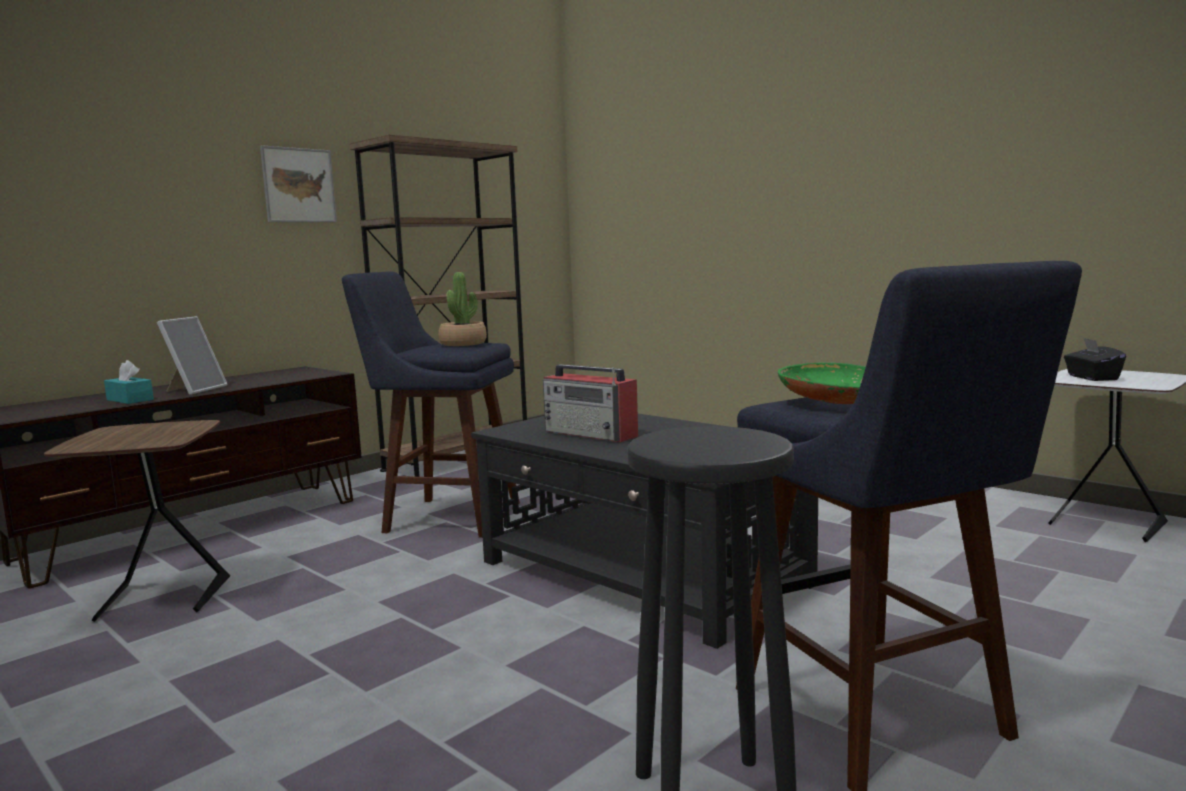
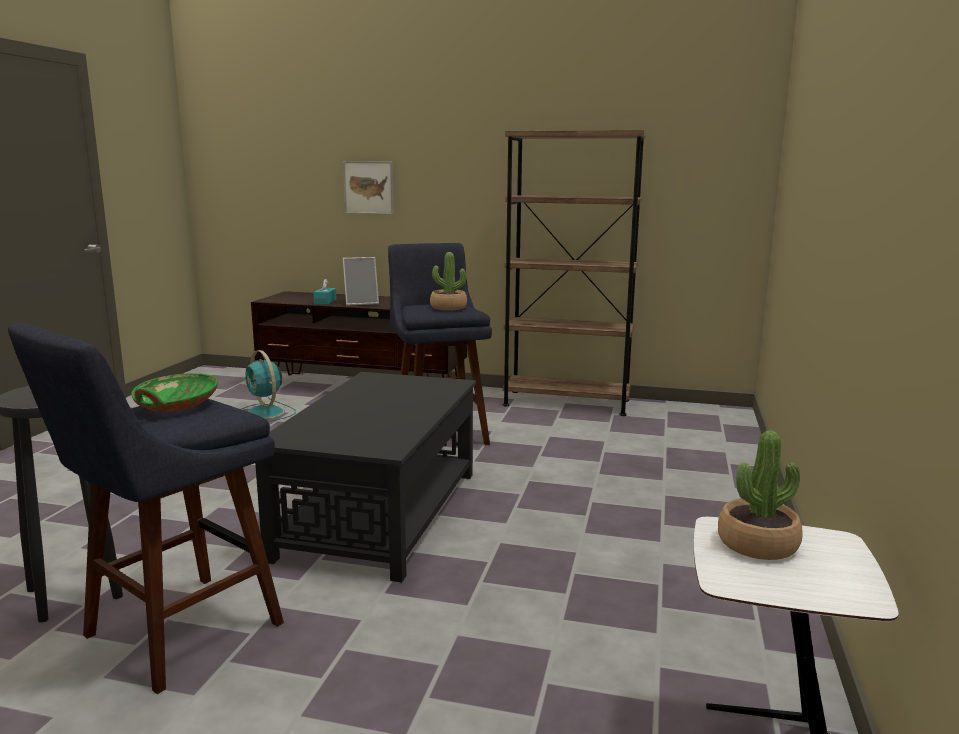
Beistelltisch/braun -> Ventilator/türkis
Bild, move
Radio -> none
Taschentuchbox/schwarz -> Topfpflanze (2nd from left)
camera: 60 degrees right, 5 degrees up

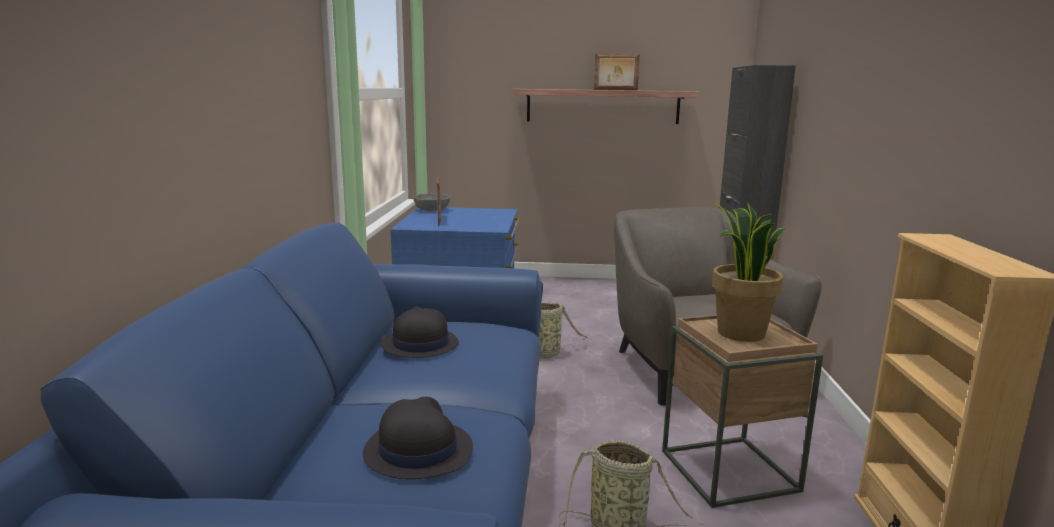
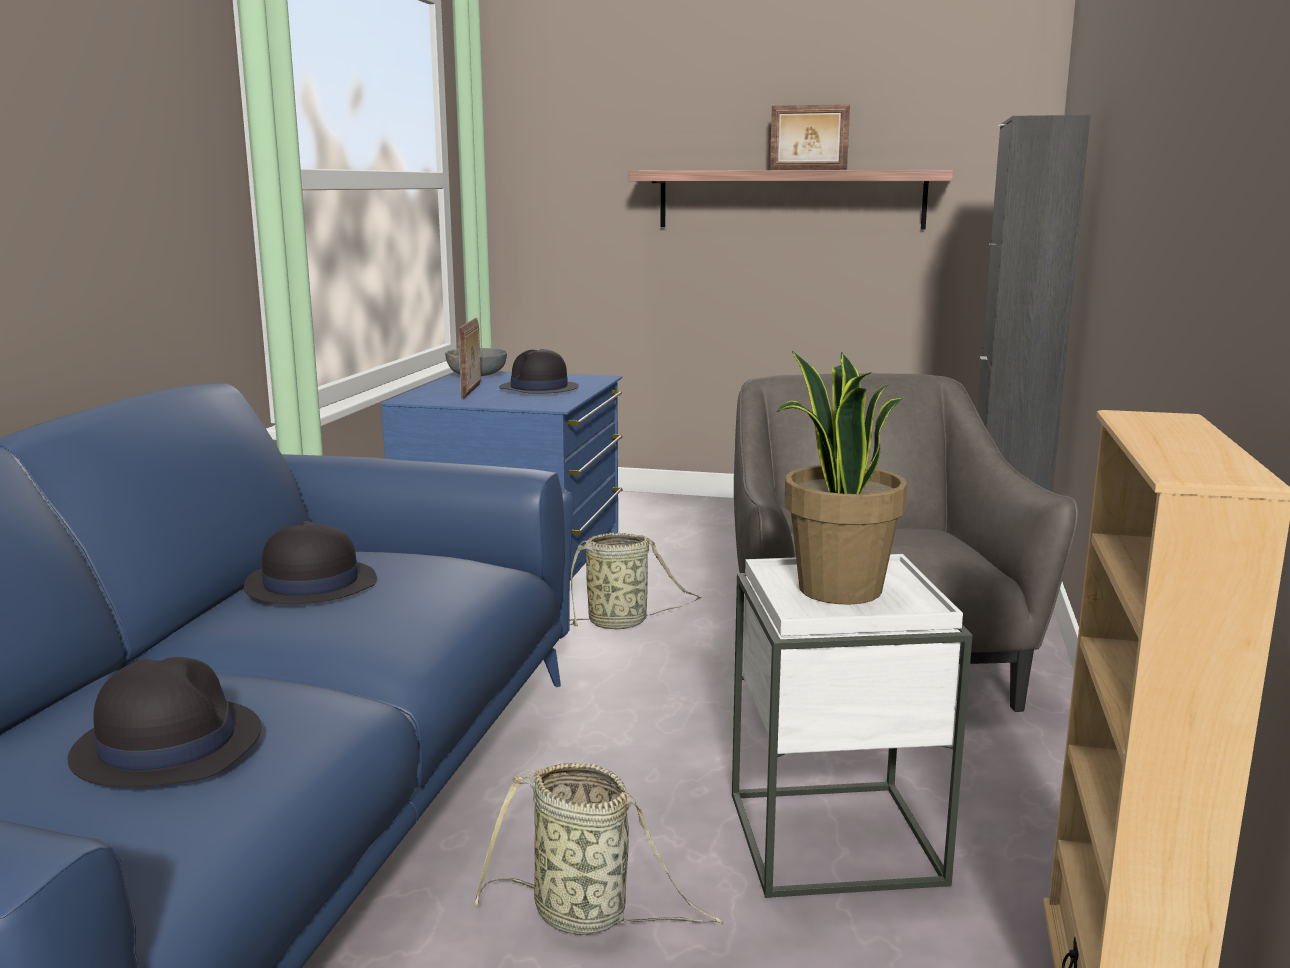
Beistelltisch/braun -> Beistelltisch/weiß
none -> Hut/schwarz (3rd from left)
camera: 10 degrees right, 0 degrees up

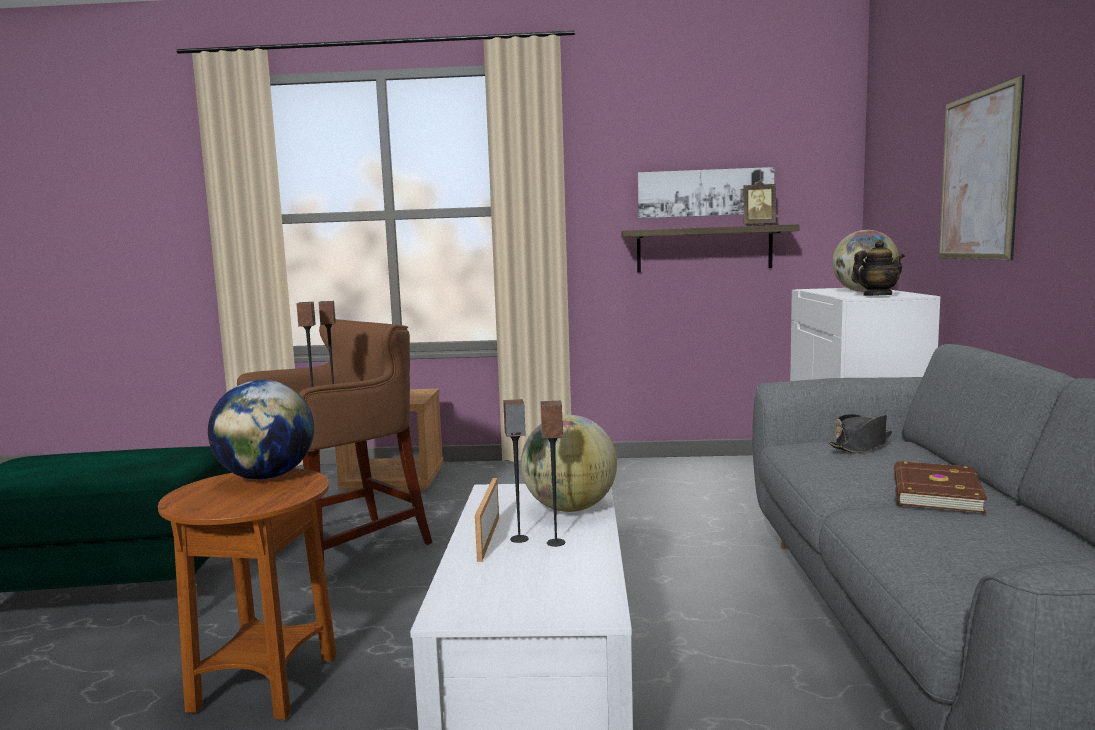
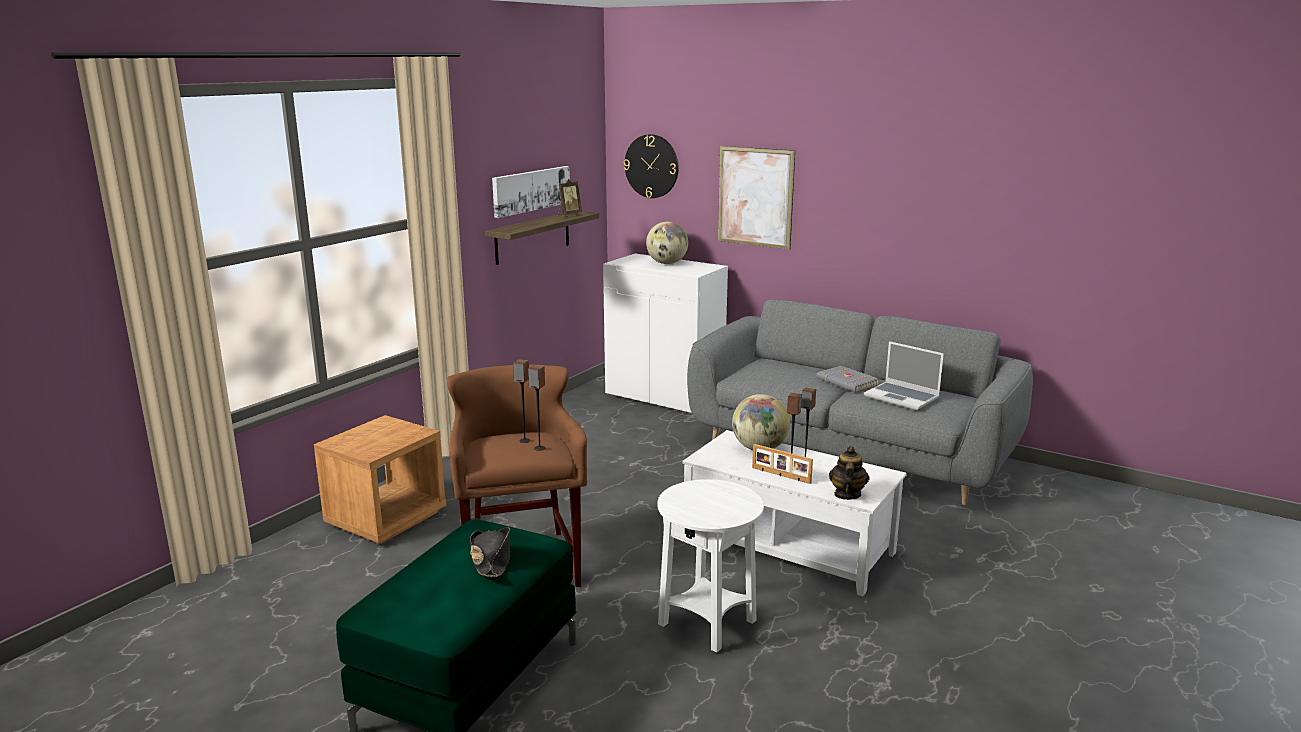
Beistelltisch/braun -> Beistelltisch/weiß
Globus (1st from left) -> none
Hut/schwarz, move
Teekanne, move
Buch/braun -> Buch/grau
none -> Wanduhr
none -> Laptop
camera: 60 degrees left, 10 degrees up

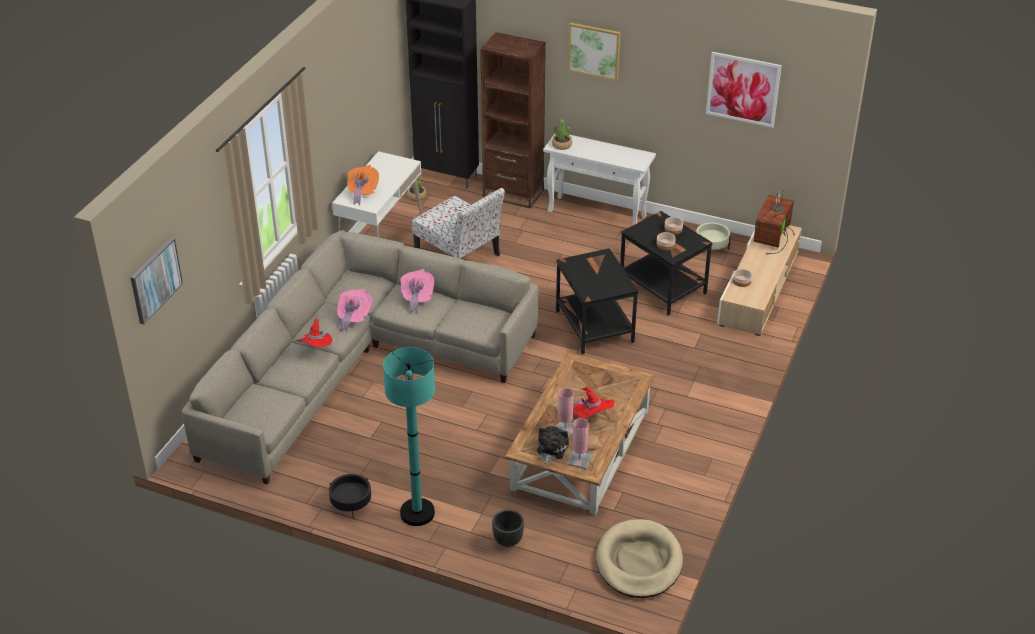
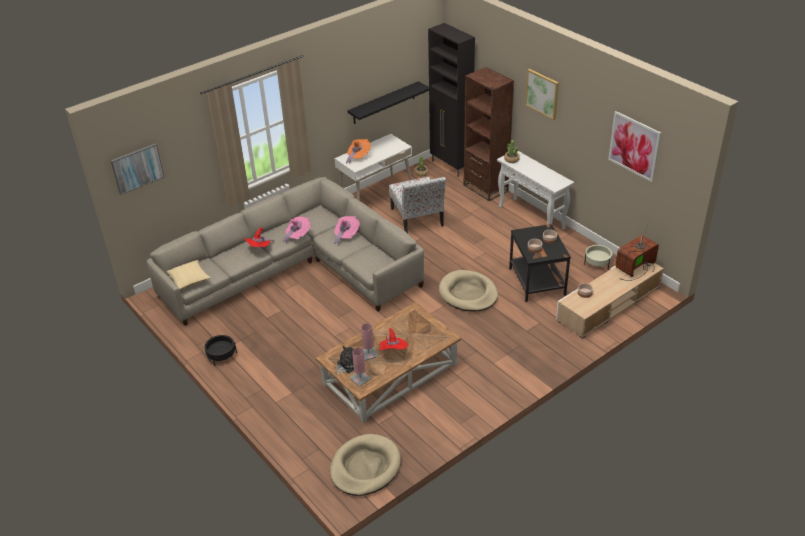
Stehlampe/türkis -> none
Pflanzkübel/schwarz (2nd from left) -> none
Beistelltisch/schwarz (1st from left) -> Hundebett/beige (2nd from left)
none -> Kissen
none -> Wandregal/schwarz
camera: 30 degrees right, 0 degrees up

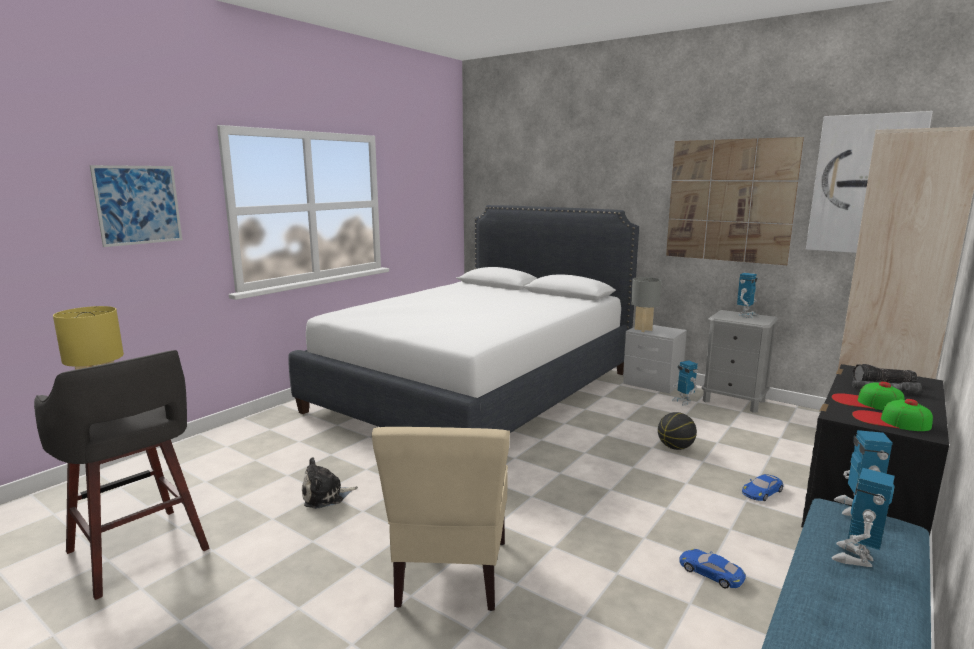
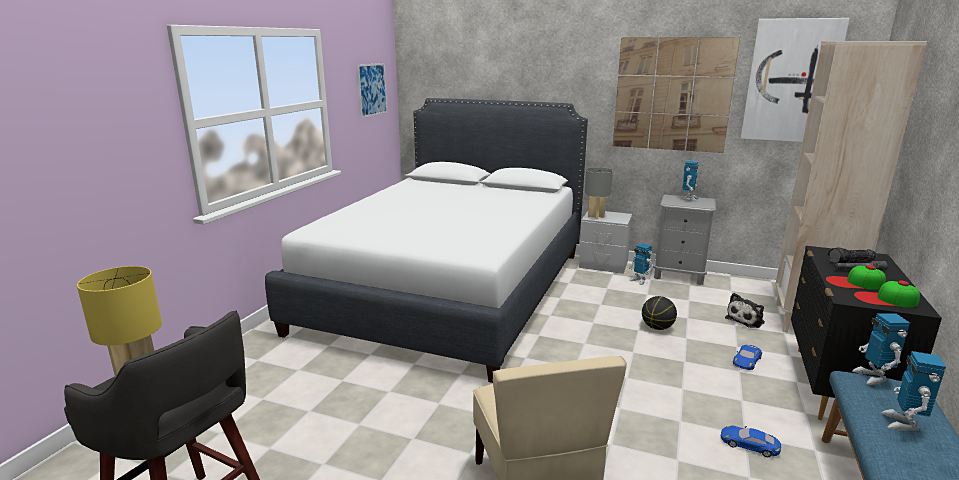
Bild (1st from left), move
Plüschtier, move
camera: 15 degrees left, 5 degrees up

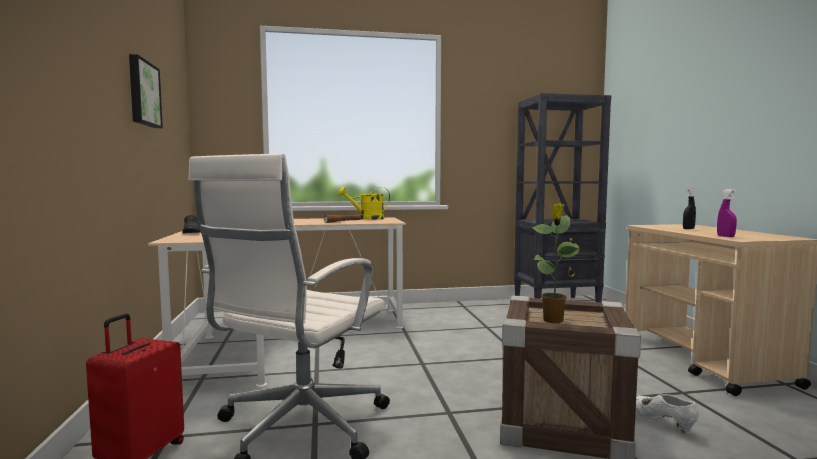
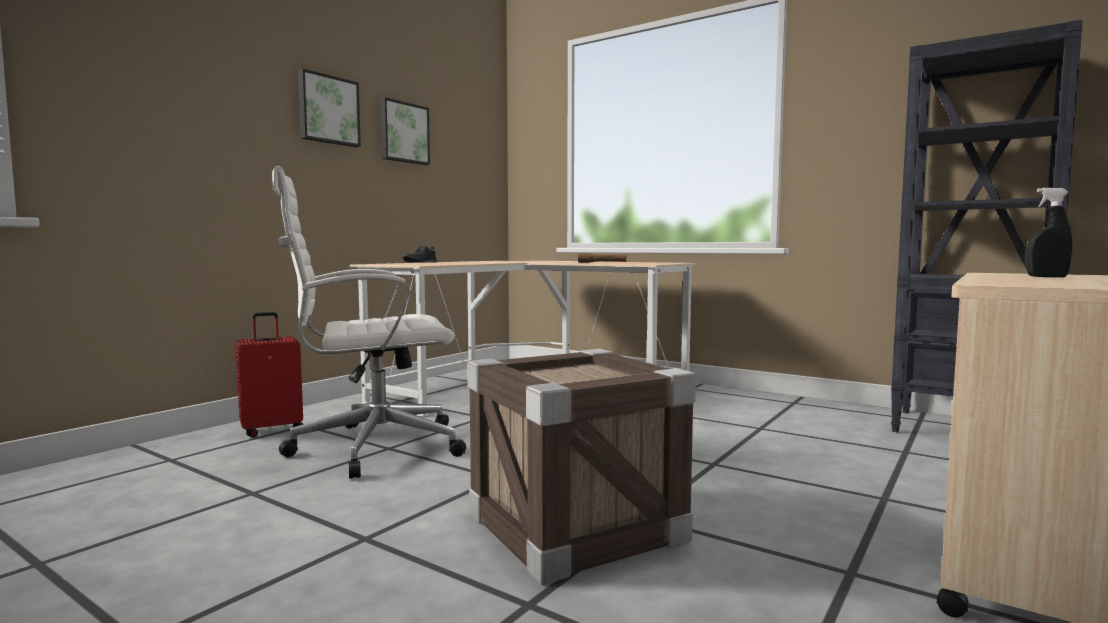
Gießkanne/gelb -> none
Topfpflanze -> none
Schuh/weiß -> none
Sprühflasche/lila -> none
none -> Bild (1st from left)
camera: 45 degrees right, 0 degrees up

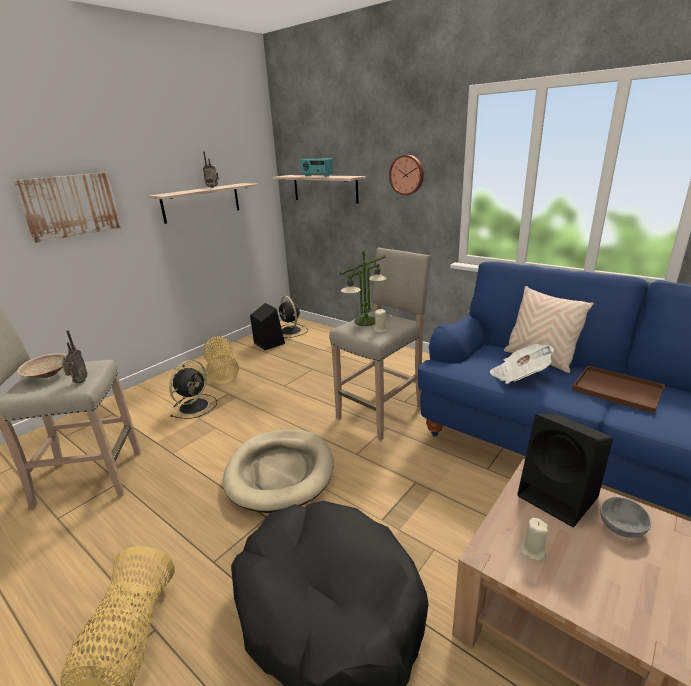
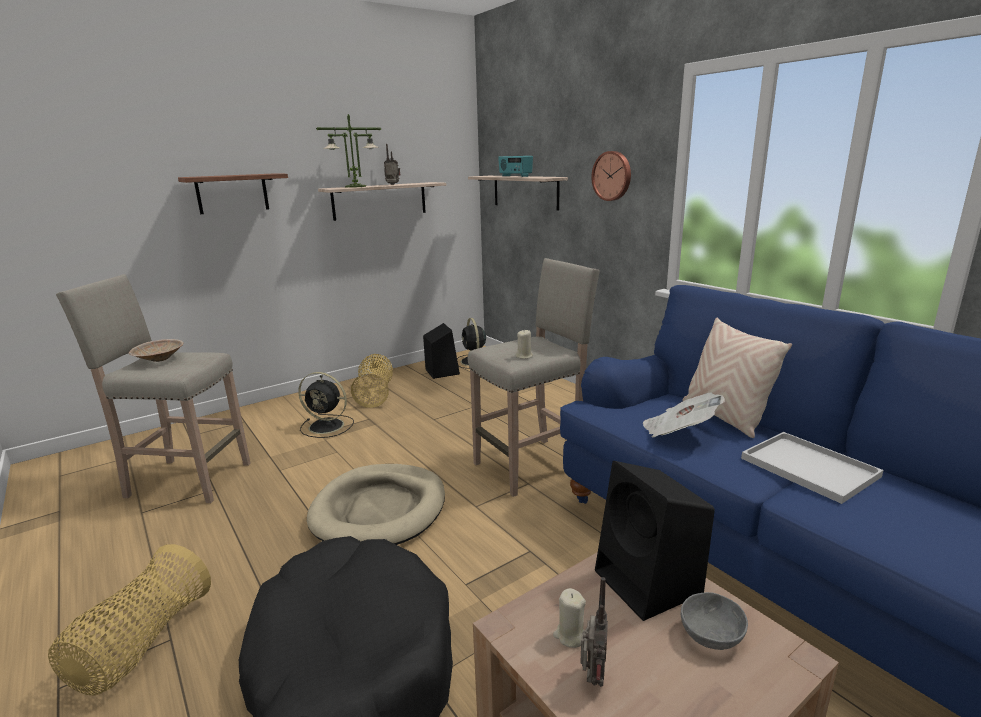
Bild -> Wandregal (1st from left)
Radio (1st from left in the first image) -> Radio (3rd from left), move
Ventilator/schwarz (1st from left), 60 degrees clockwise
Tischlampe, move
Tablett/braun -> Tablett/weiß
camera: 15 degrees right, 5 degrees down

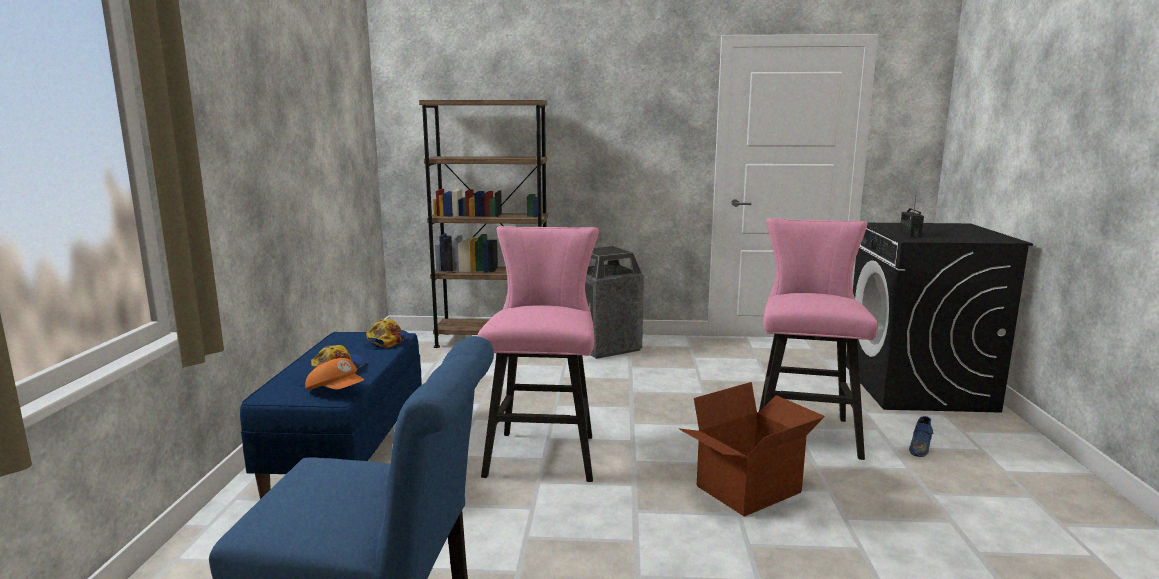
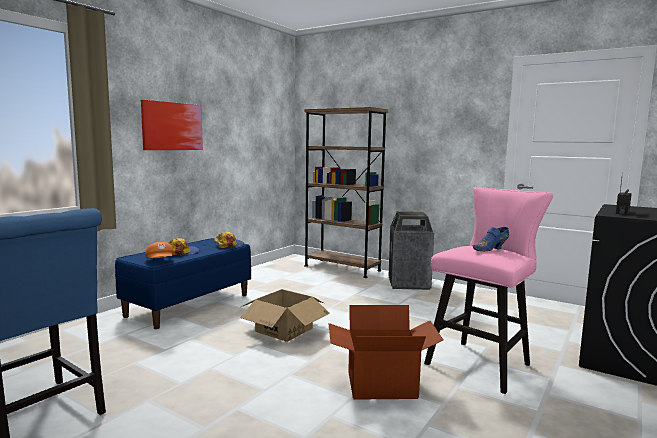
Hocker/rosa (1st from left) -> Karton (1st from left)
Schuh/blau, move
none -> Bild
camera: 30 degrees right, 5 degrees down

